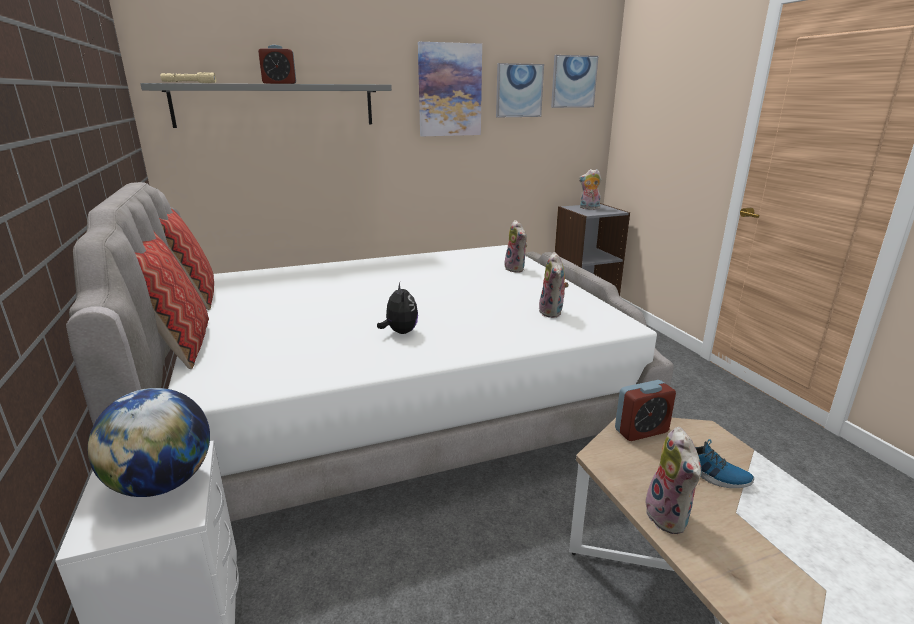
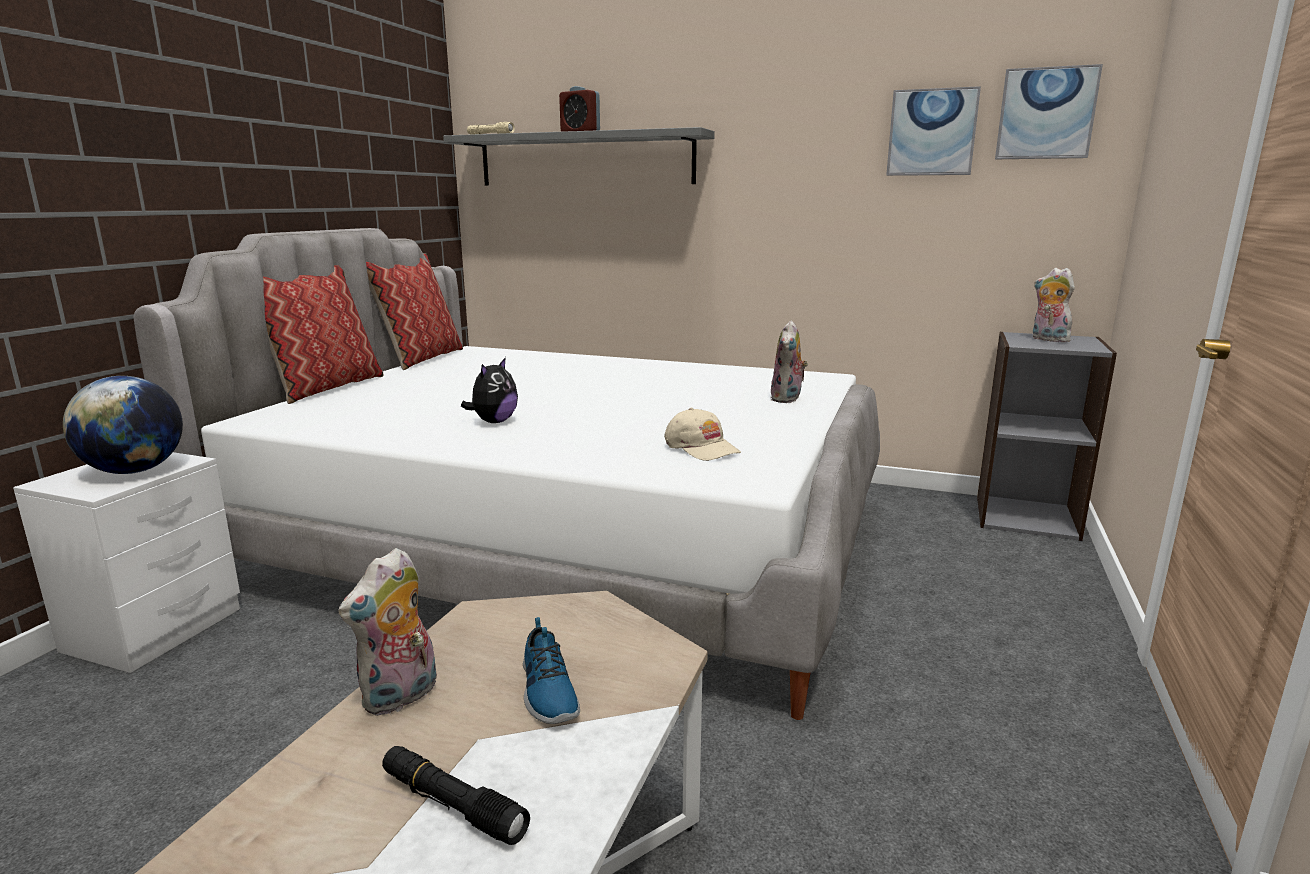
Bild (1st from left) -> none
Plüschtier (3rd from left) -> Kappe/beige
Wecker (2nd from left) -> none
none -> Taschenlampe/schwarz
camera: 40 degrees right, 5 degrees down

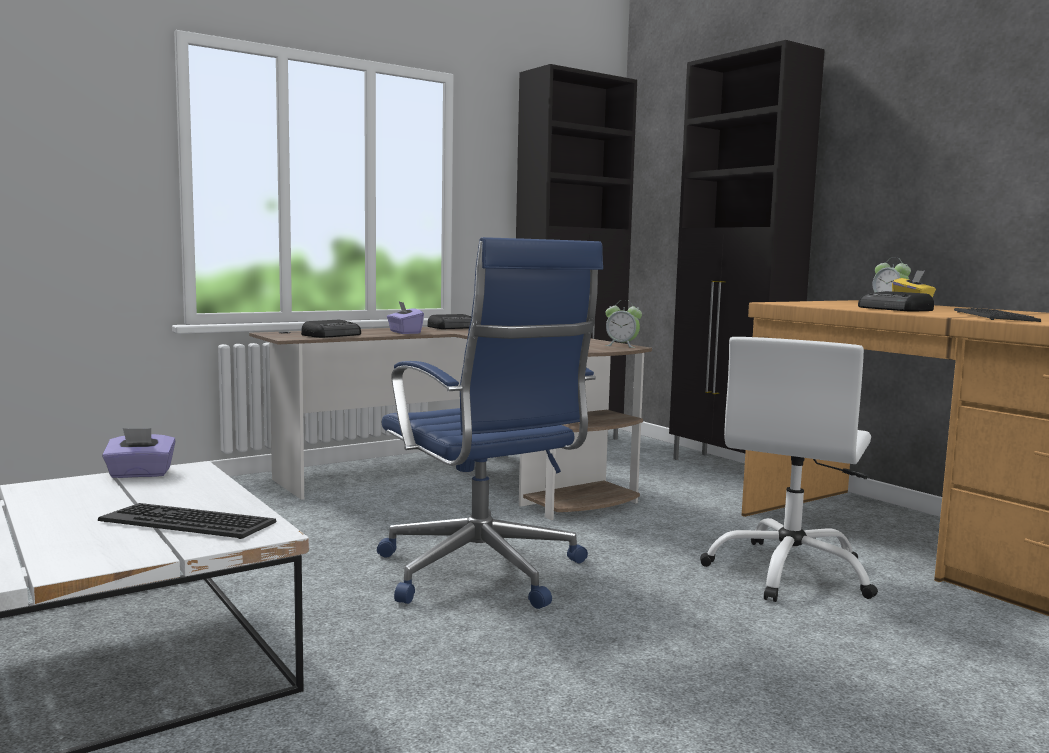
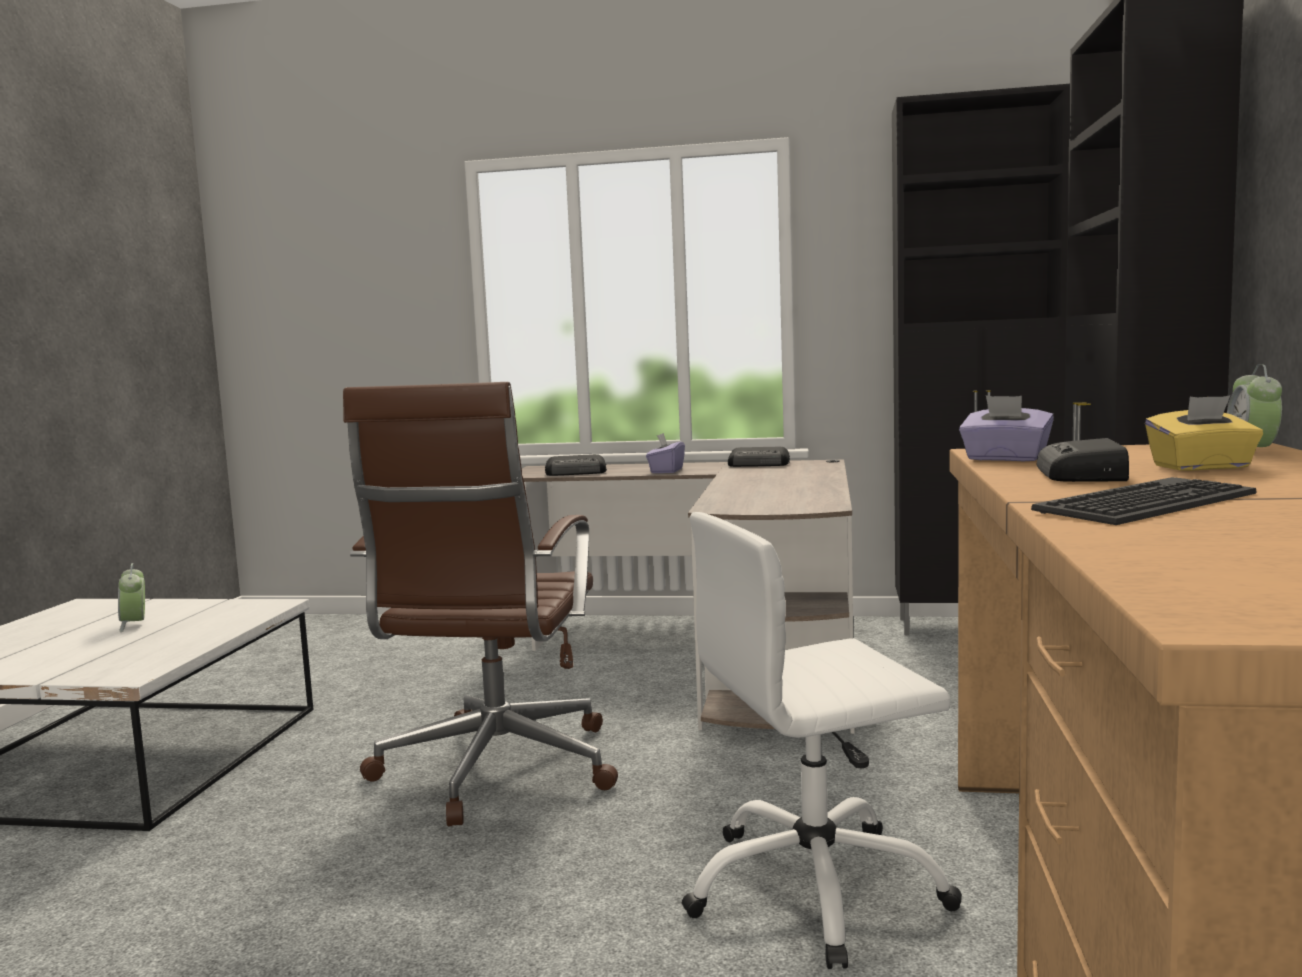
Tastatur (1st from left) -> none
Taschentuchbox/lila (1st from left in the first image) -> Taschentuchbox/lila (2nd from left), move
Bürostuhl/blau -> Bürostuhl/braun
Wecker (1st from left), move
camera: 45 degrees right, 0 degrees up

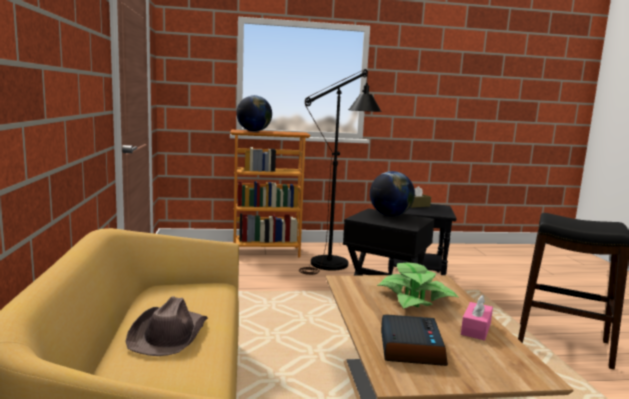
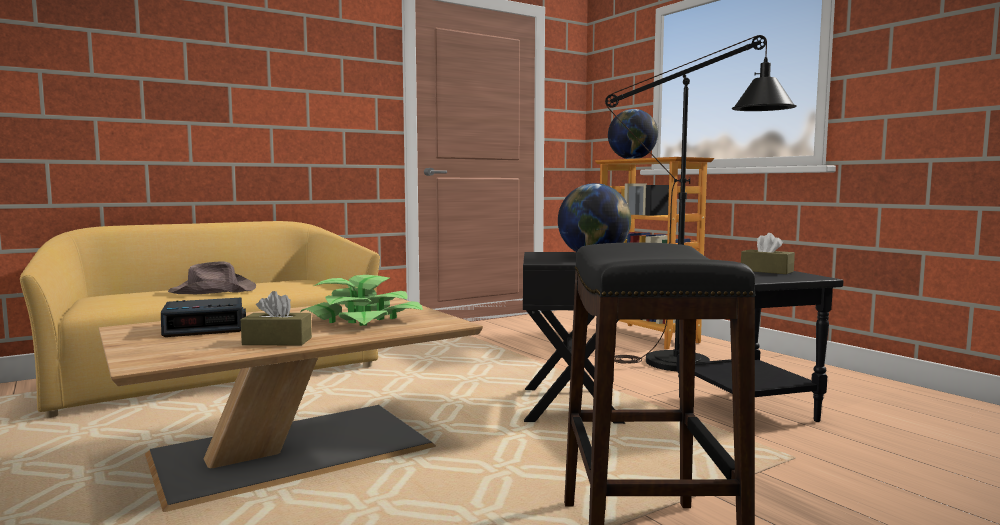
Taschentuchbox/rosa -> Taschentuchbox/braun (1st from left)
camera: 65 degrees right, 5 degrees down

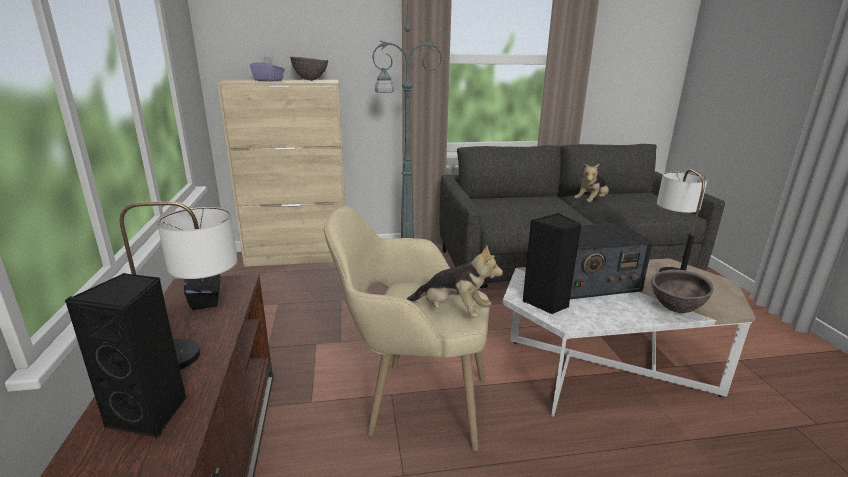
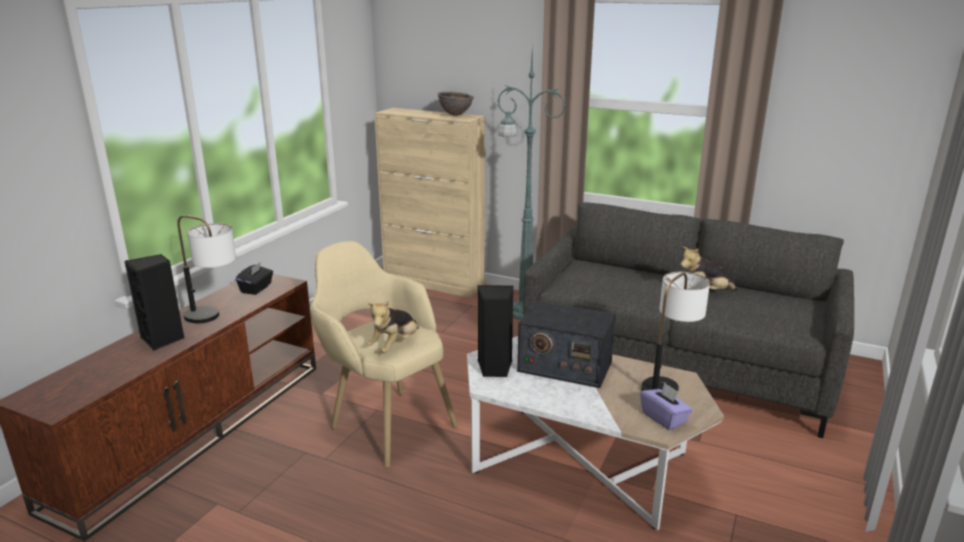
Taschentuchbox/lila, move
Plüschtier (1st from left), 60 degrees clockwise
Schüssel/braun (2nd from left) -> none
camera: 35 degrees right, 0 degrees up

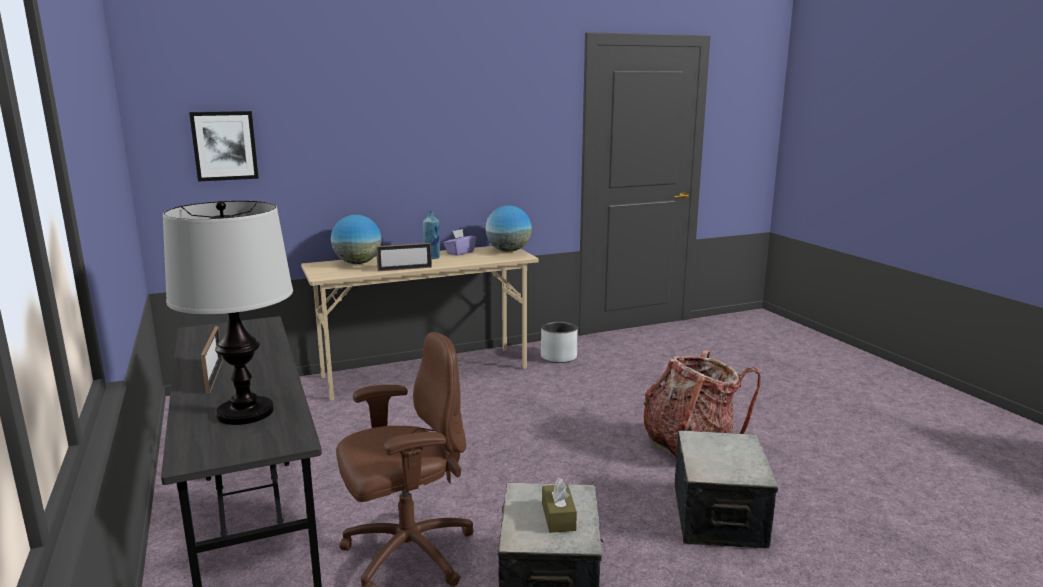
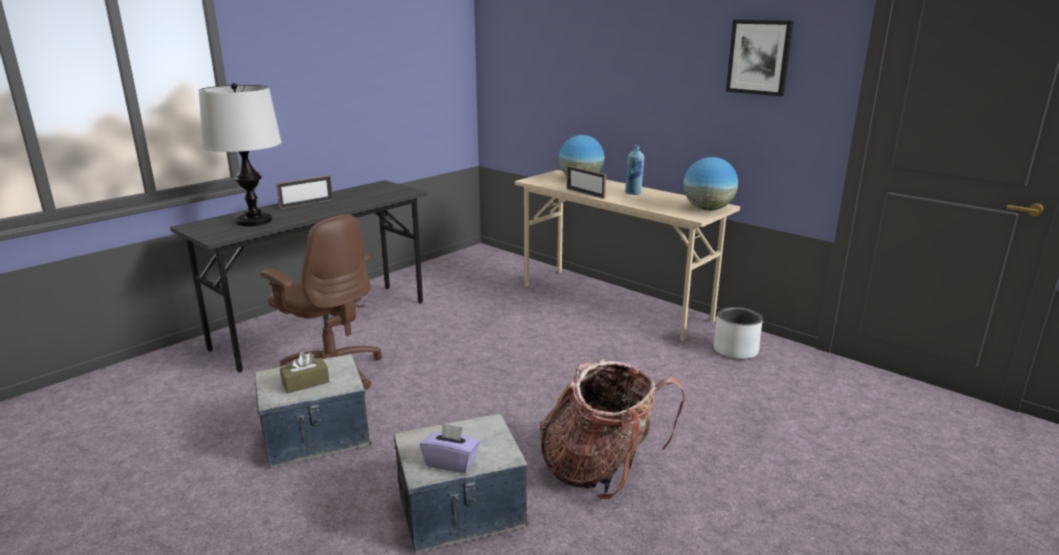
Bild, move
Taschentuchbox/lila, move
camera: 65 degrees right, 5 degrees up

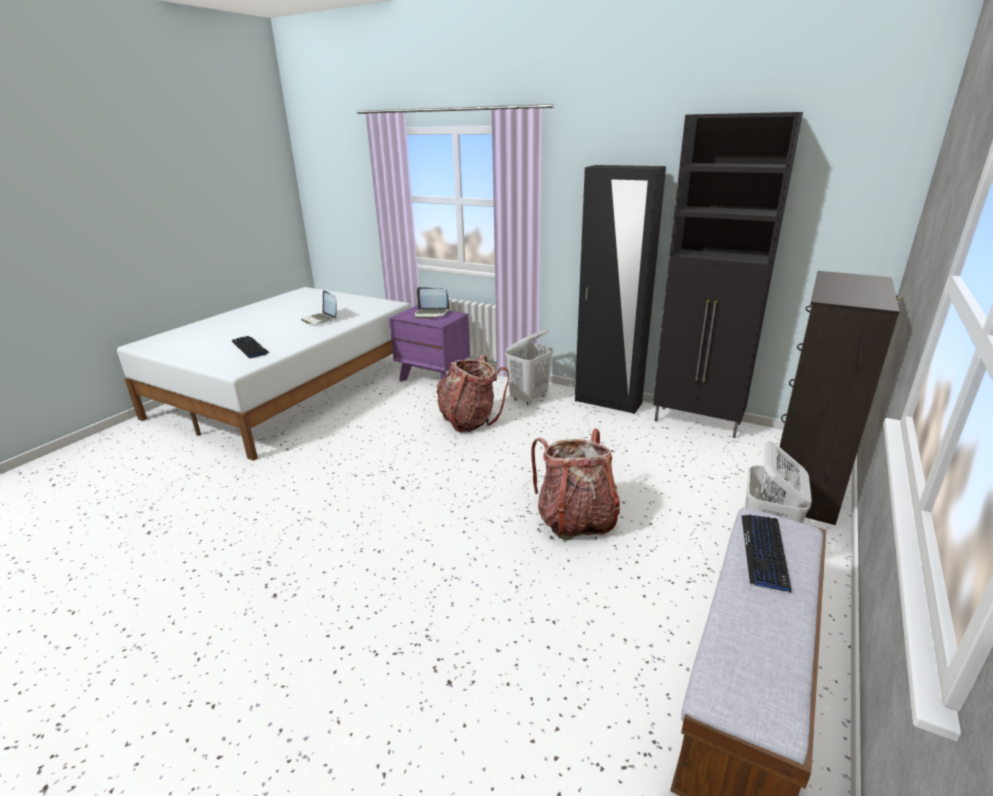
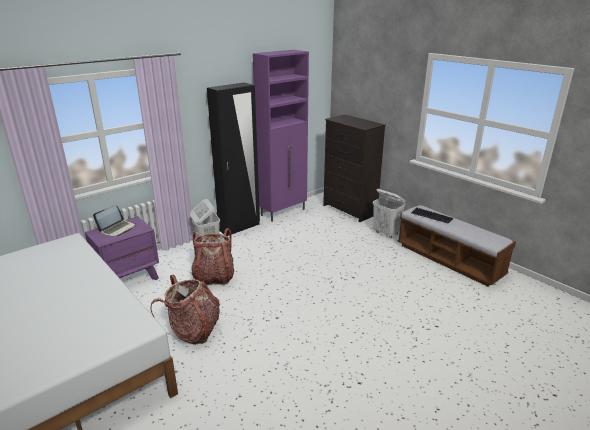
Tastatur (1st from left) -> none
Laptop (1st from left) -> none
Rucksack (2nd from left in the first image) -> Rucksack (1st from left), move
Schrank/schwarz -> Schrank/lila
camera: 70 degrees left, 0 degrees up

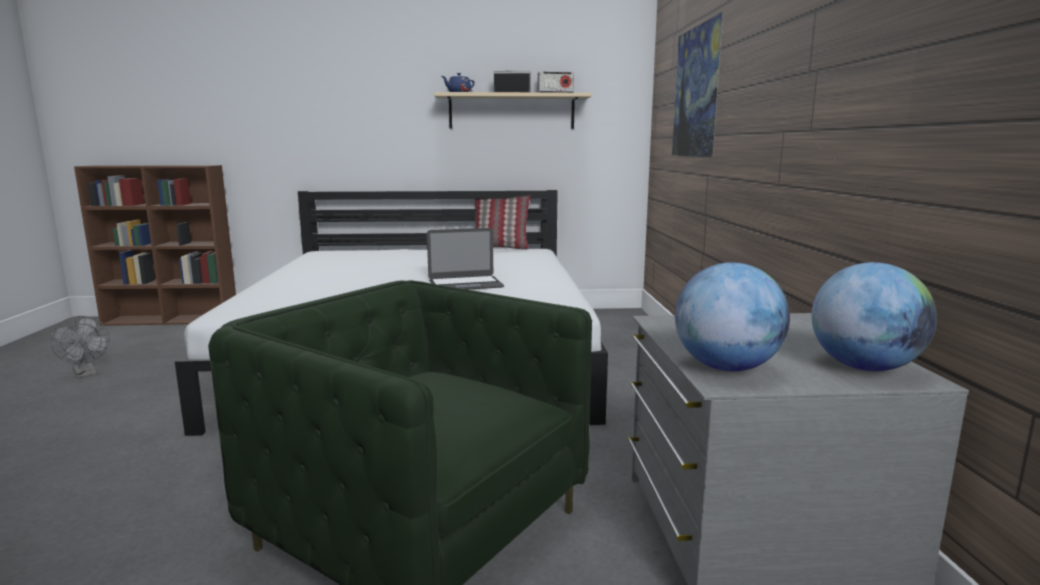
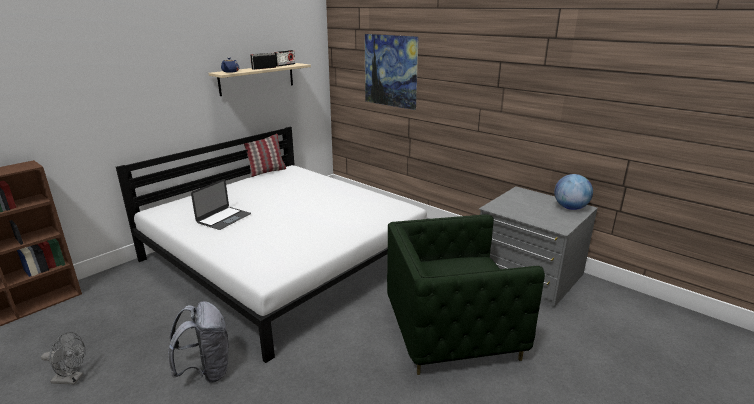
Laptop, move
Globus (1st from left) -> none
none -> Rucksack/grau
camera: 45 degrees left, 10 degrees up

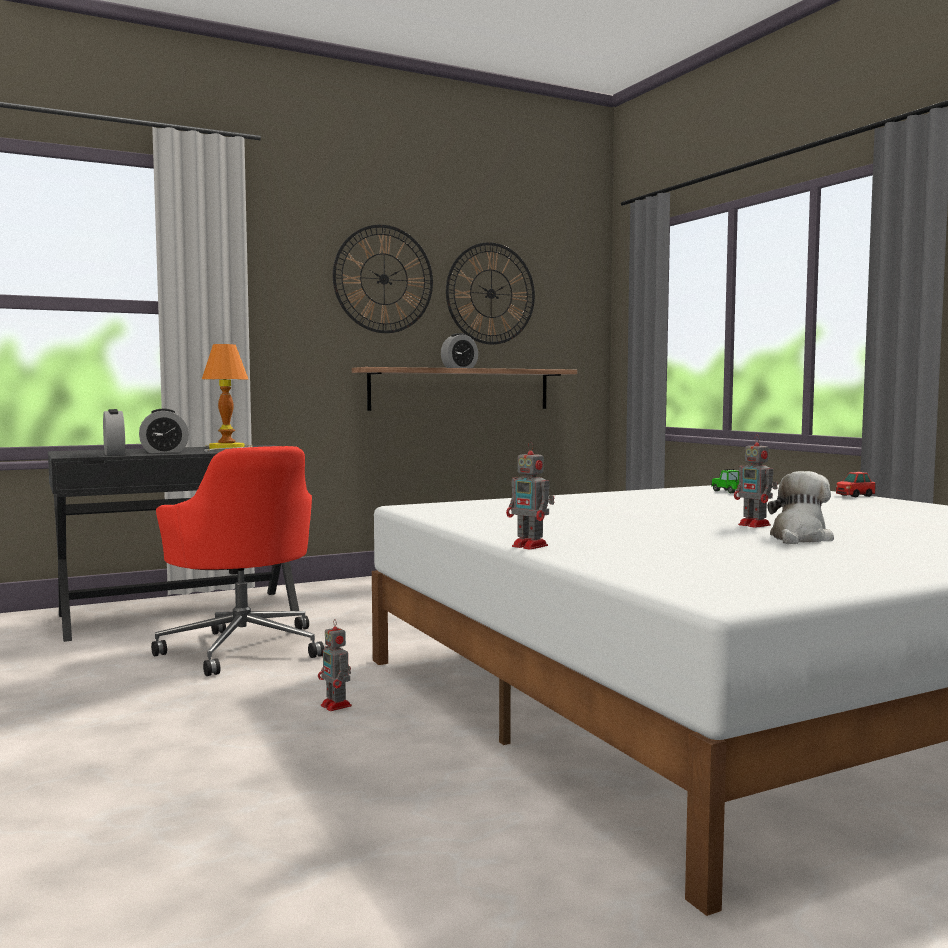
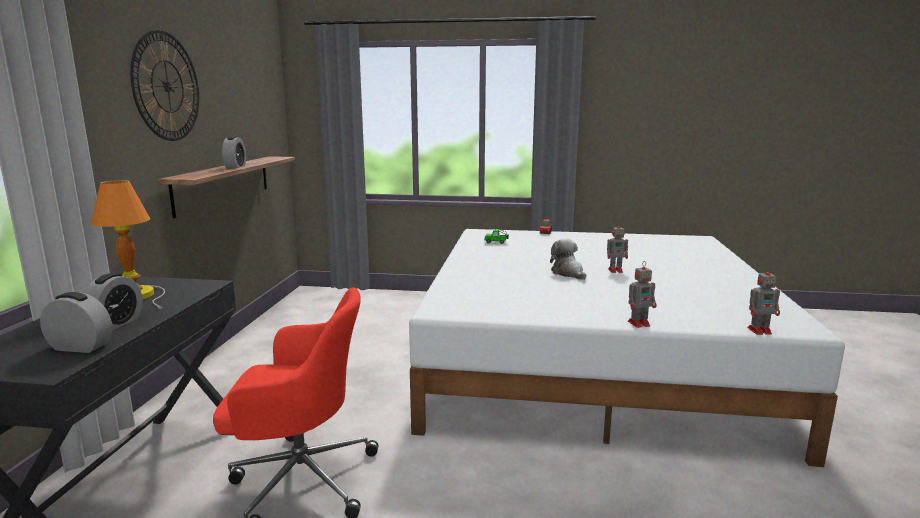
Spielzeugroboter (1st from left in the first image) -> Spielzeugroboter (3rd from left), move
Wanduhr (2nd from left) -> none
Plüschtier, move
camera: 55 degrees left, 10 degrees up

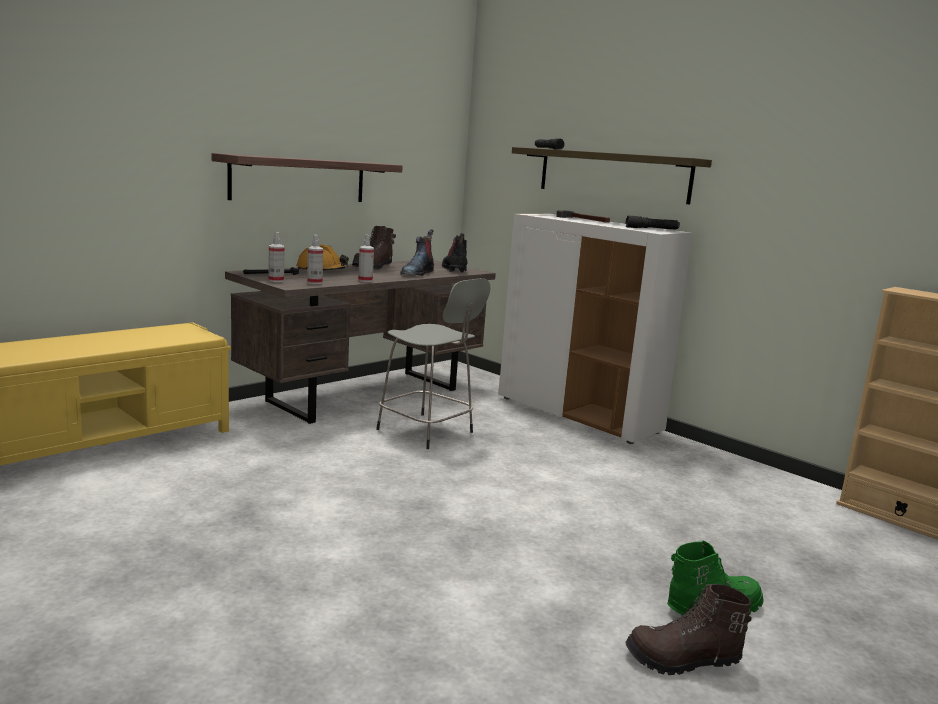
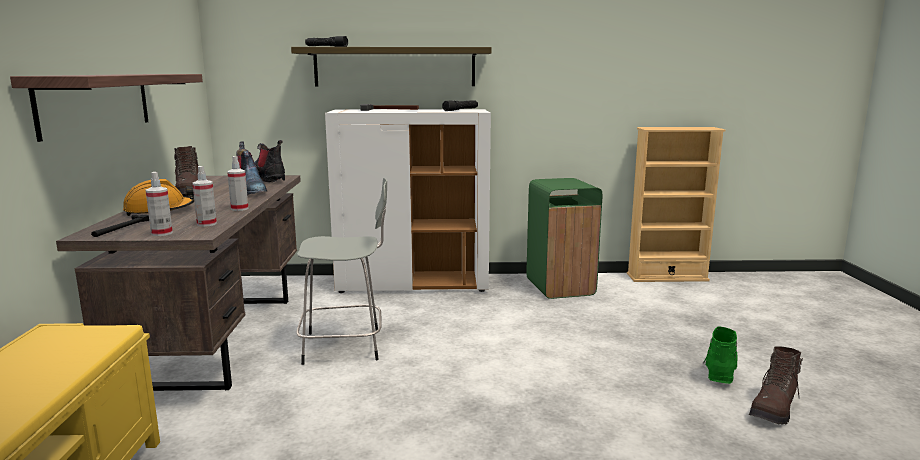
none -> Mülleimer/grün
camera: 45 degrees left, 0 degrees up

